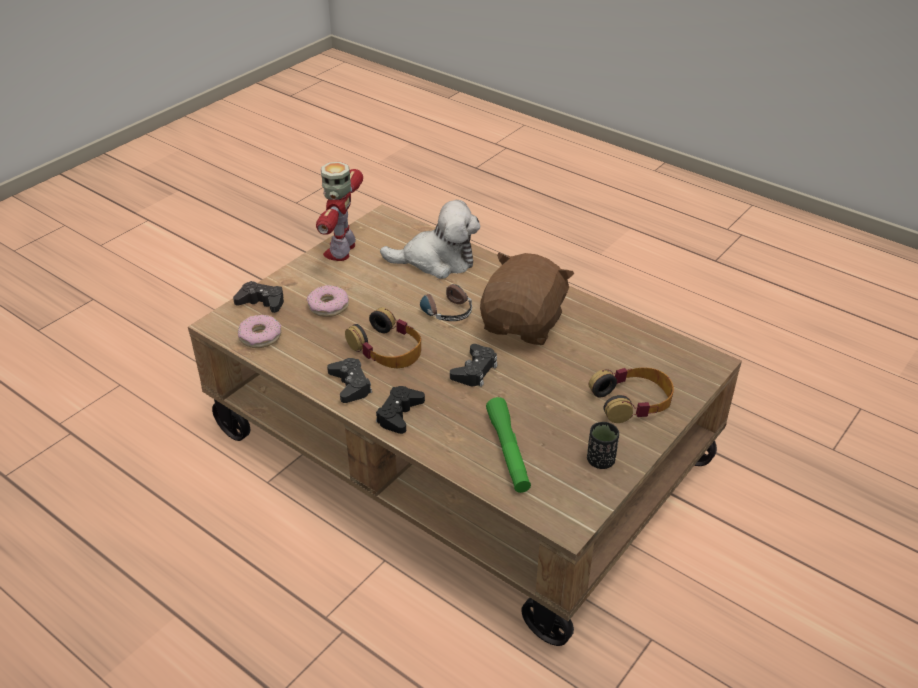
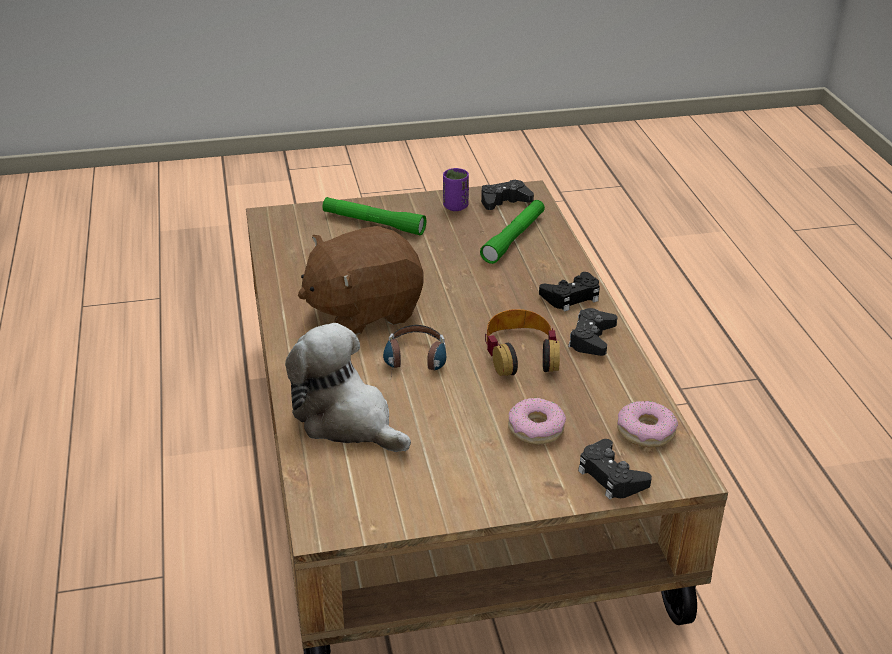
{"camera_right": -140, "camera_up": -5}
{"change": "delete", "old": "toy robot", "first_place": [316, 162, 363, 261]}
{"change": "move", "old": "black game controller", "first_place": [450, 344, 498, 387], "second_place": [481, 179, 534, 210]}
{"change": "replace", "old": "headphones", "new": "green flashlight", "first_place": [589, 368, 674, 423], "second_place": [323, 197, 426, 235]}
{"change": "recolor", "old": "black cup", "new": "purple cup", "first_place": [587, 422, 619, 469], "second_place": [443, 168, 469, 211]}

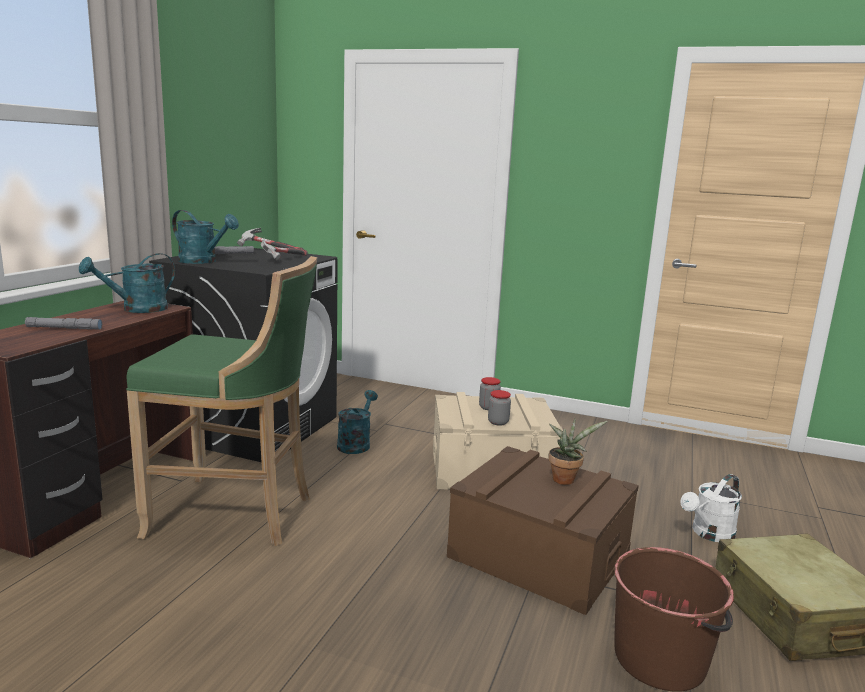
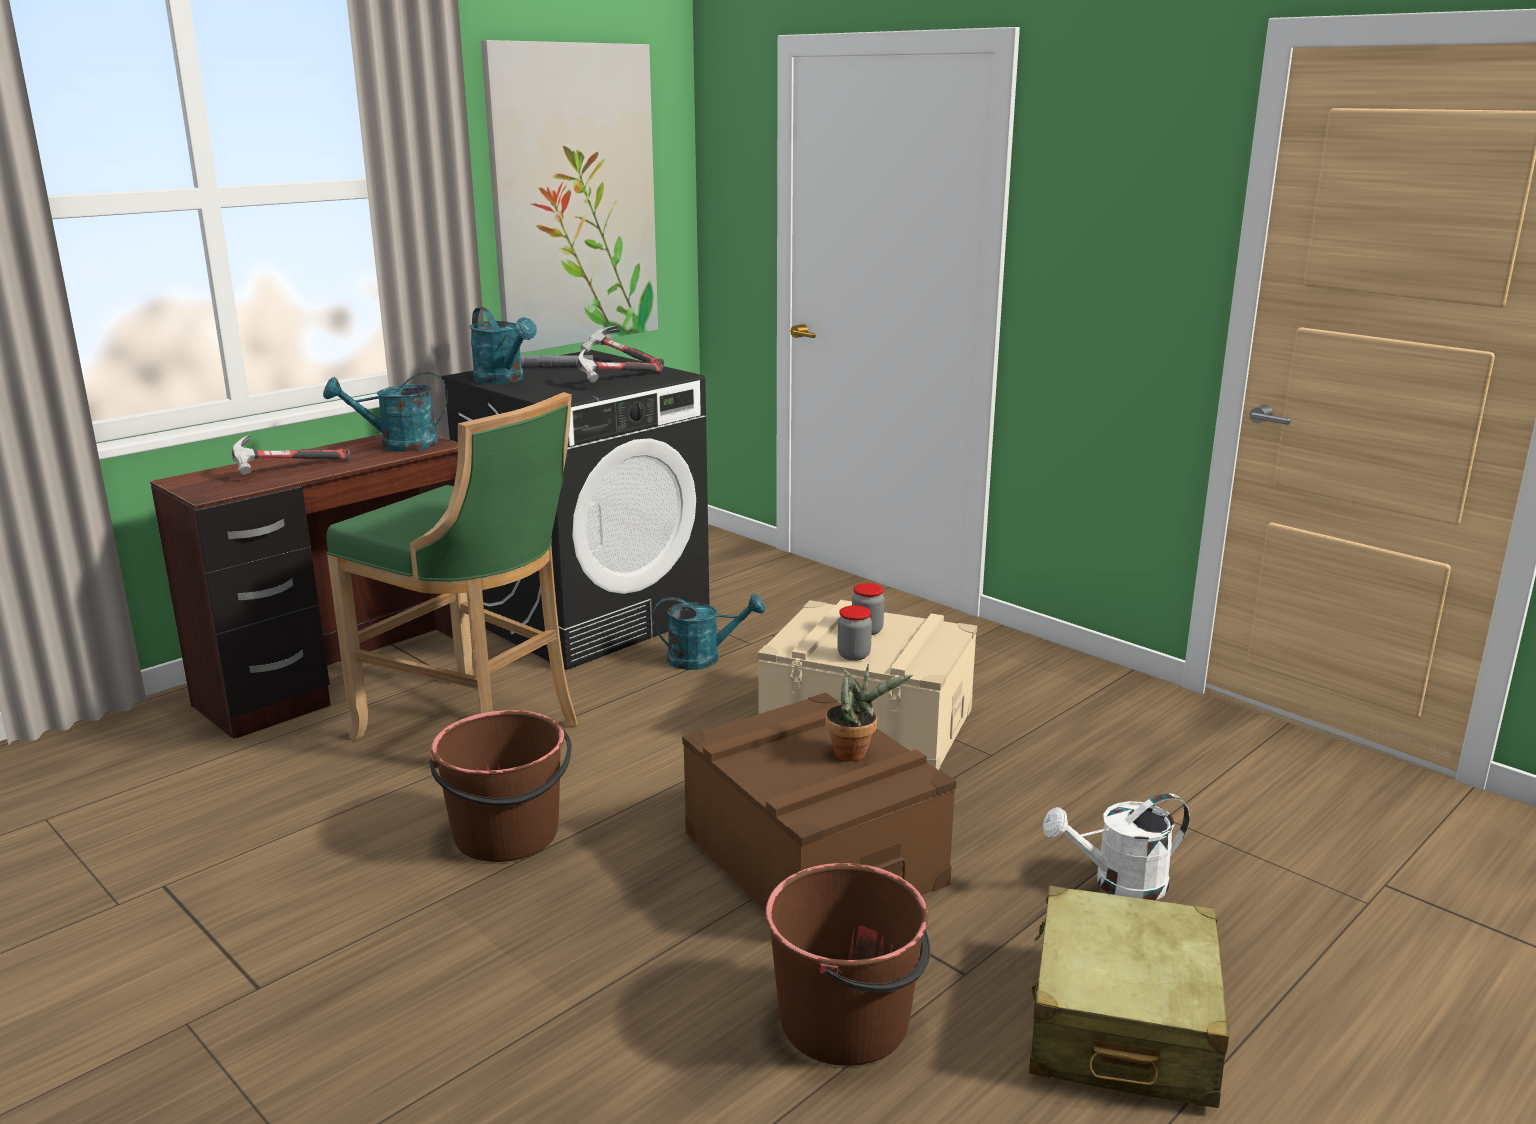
{"camera_right": 25, "camera_up": 5}
{"change": "insert", "new": "brown bucket", "second_place": [429, 710, 572, 862]}
{"change": "insert", "new": "picture", "second_place": [481, 40, 658, 353]}
{"change": "replace", "old": "grey flashlight", "new": "hammer", "first_place": [25, 317, 102, 330], "second_place": [232, 434, 351, 475]}
{"change": "rotate", "old": "turquoise watering can", "first_place": [337, 390, 378, 454], "second_place": [653, 594, 765, 670], "degrees": 45}

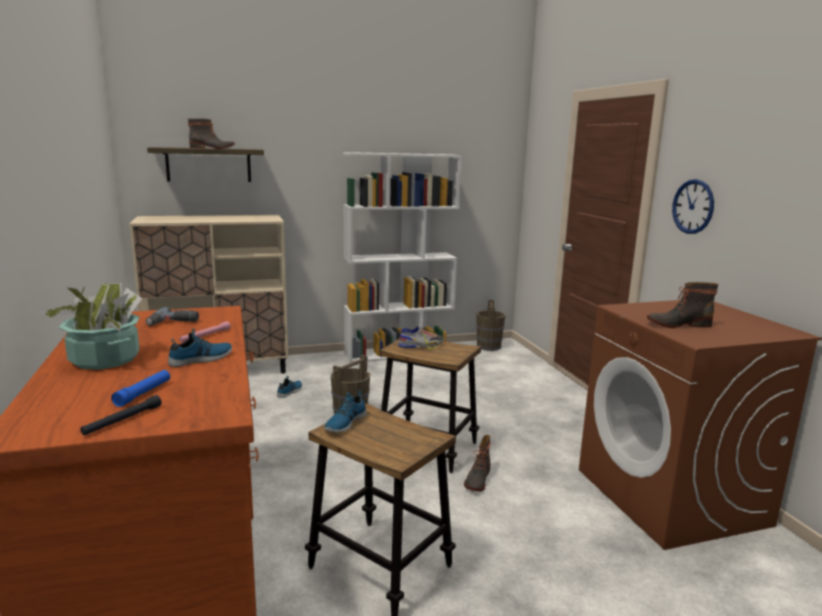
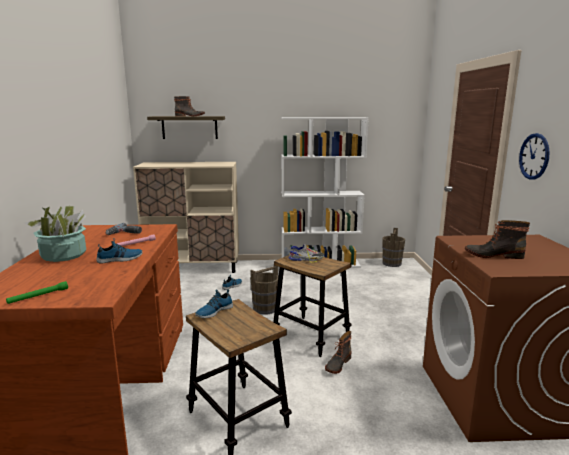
{"camera_right": 15, "camera_up": 0}
{"change": "delete", "old": "blue flashlight", "first_place": [111, 370, 170, 407]}
{"change": "recolor", "old": "black flashlight", "new": "green flashlight", "first_place": [80, 395, 162, 435], "second_place": [6, 281, 68, 304]}

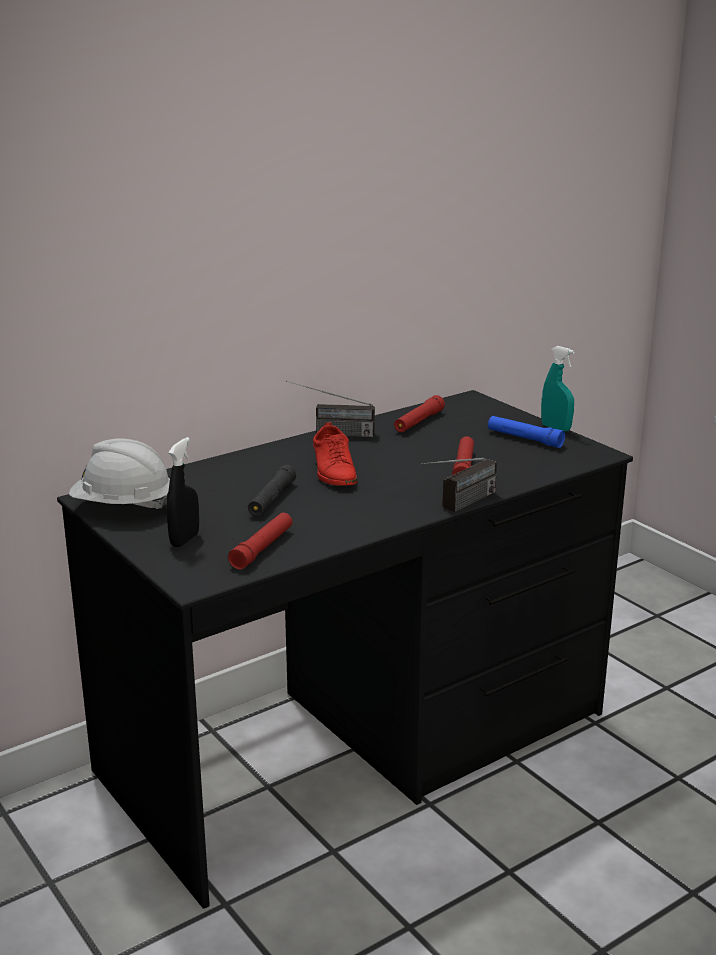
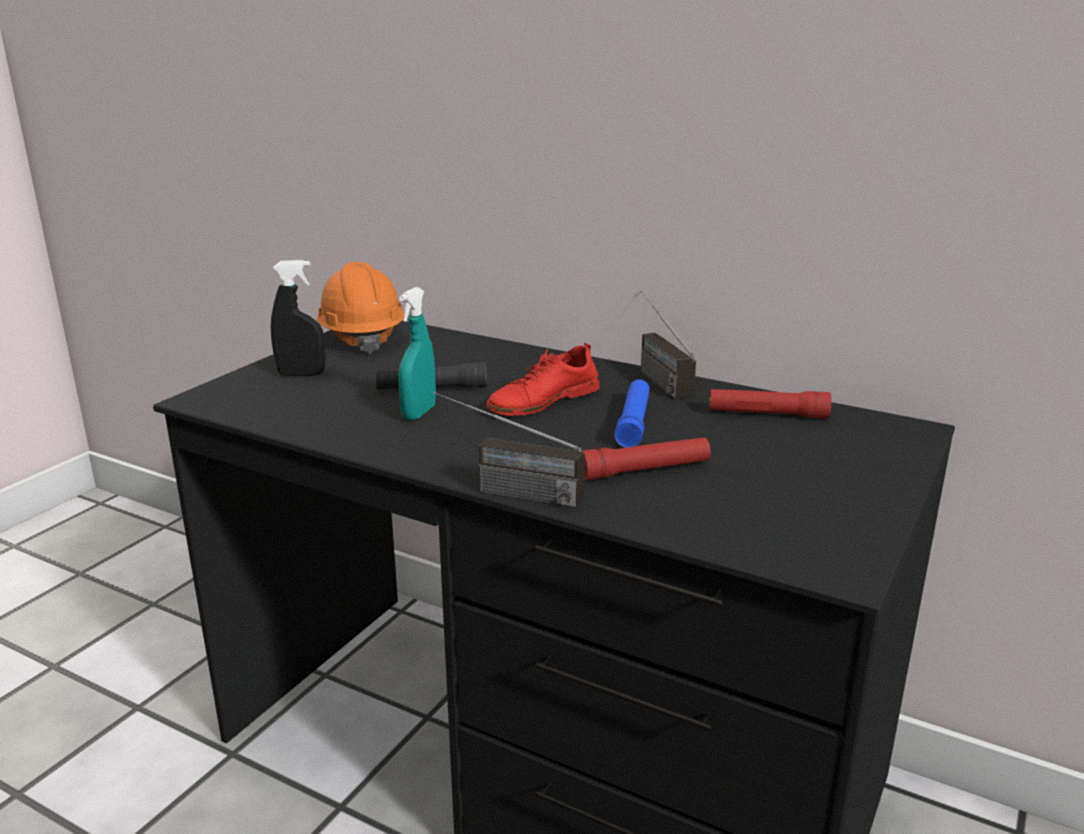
{"camera_right": 65, "camera_up": 0}
{"change": "delete", "old": "red flashlight", "first_place": [228, 513, 292, 570]}
{"change": "move", "old": "blue flashlight", "first_place": [488, 416, 565, 448], "second_place": [614, 379, 650, 448]}
{"change": "move", "old": "turquoise spray bottle", "first_place": [541, 346, 574, 432], "second_place": [398, 287, 436, 420]}
{"change": "recolor", "old": "white hard hat", "new": "orange hard hat", "first_place": [69, 438, 170, 509], "second_place": [317, 262, 404, 354]}

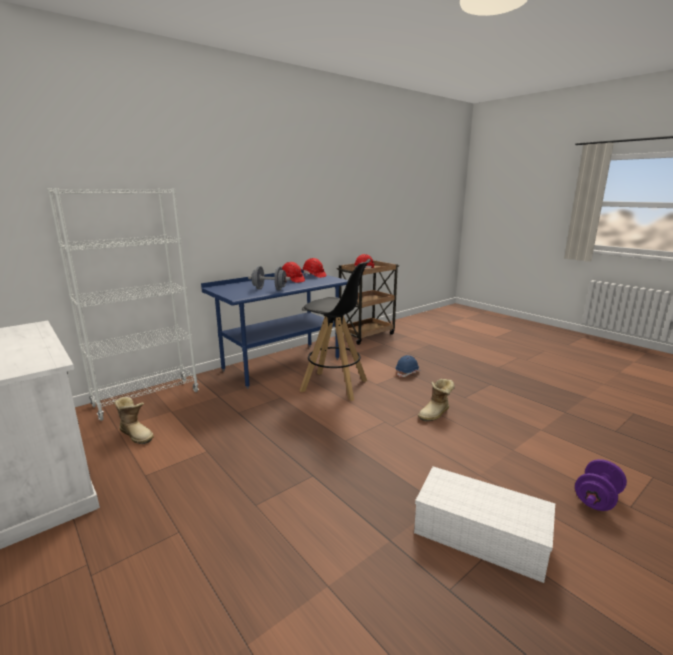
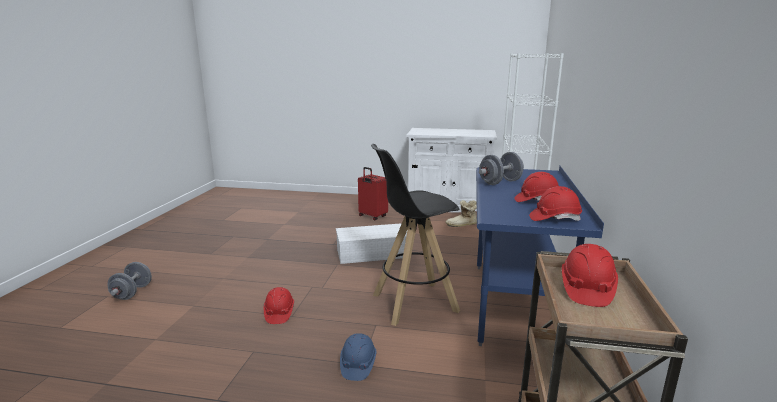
{"camera_right": 140, "camera_up": 0}
{"change": "insert", "new": "red suitcase", "second_place": [358, 167, 388, 220]}
{"change": "move", "old": "white storage box", "first_place": [414, 466, 555, 583], "second_place": [336, 223, 407, 264]}
{"change": "replace", "old": "boot", "new": "red hard hat", "first_place": [418, 379, 455, 422], "second_place": [264, 287, 294, 324]}
{"change": "recolor", "old": "purple dumbbell", "new": "grey dumbbell", "first_place": [575, 459, 627, 511], "second_place": [107, 262, 152, 300]}

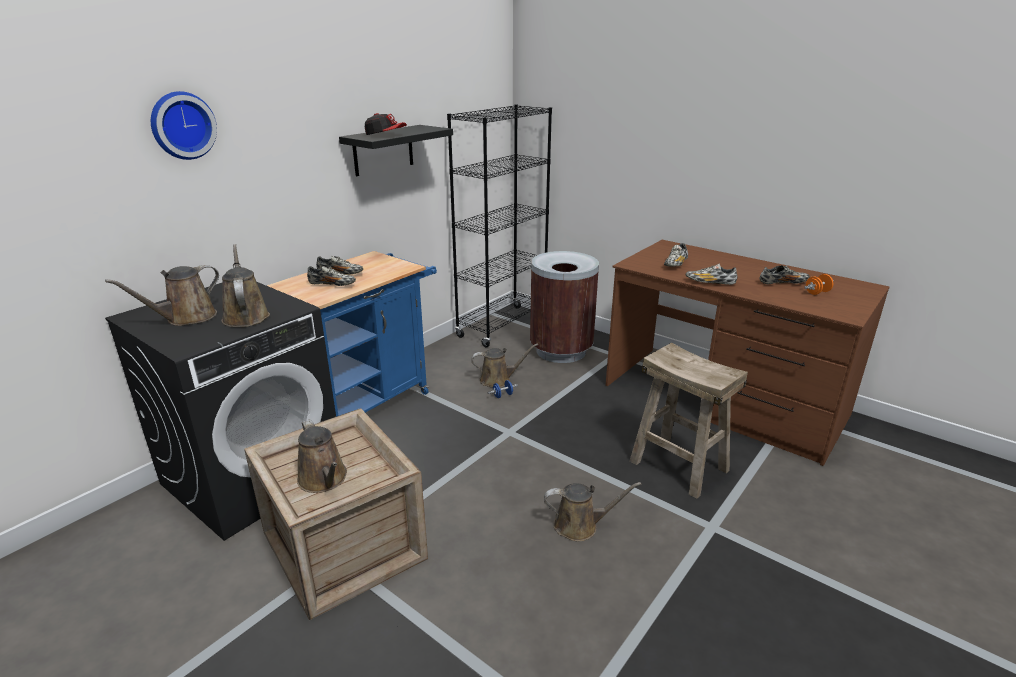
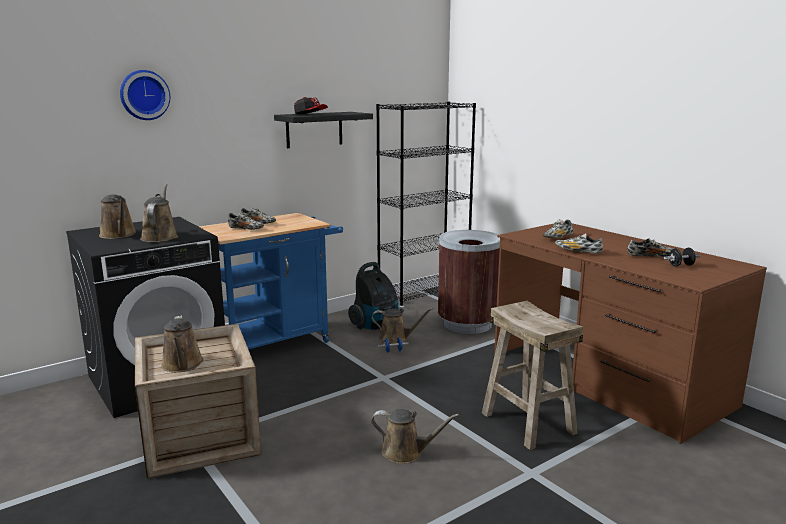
{"camera_right": 15, "camera_up": -10}
{"change": "insert", "new": "vacuum cleaner", "second_place": [348, 262, 398, 330]}
{"change": "recolor", "old": "orange dumbbell", "new": "black dumbbell", "first_place": [804, 274, 834, 295], "second_place": [664, 248, 700, 267]}
{"change": "rotate", "old": "brown watering can", "first_place": [105, 265, 219, 326], "second_place": [99, 194, 136, 239], "degrees": -90}

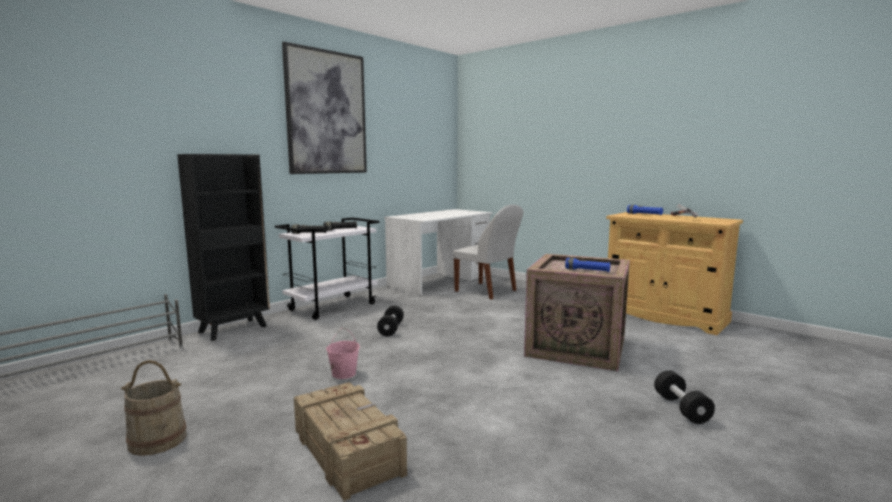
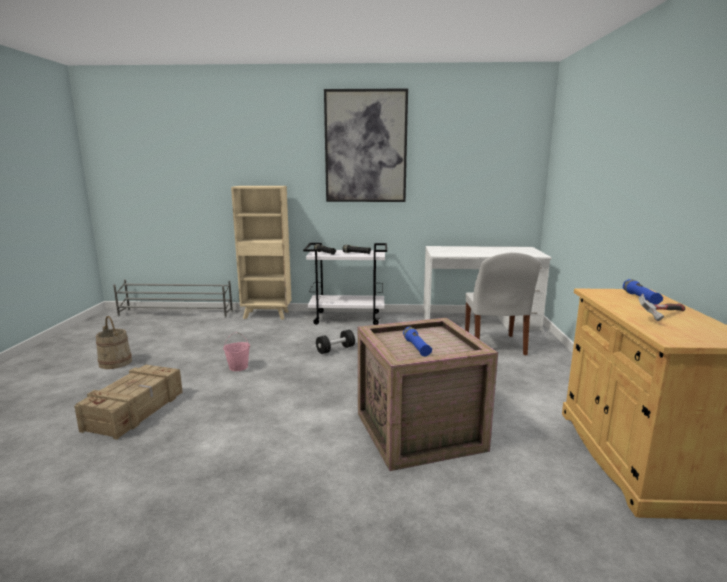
{"camera_right": 50, "camera_up": 5}
{"change": "delete", "old": "black dumbbell", "first_place": [654, 370, 715, 424]}
{"change": "recolor", "old": "black bookcase", "new": "beige bookcase", "first_place": [177, 154, 270, 341], "second_place": [231, 186, 292, 320]}

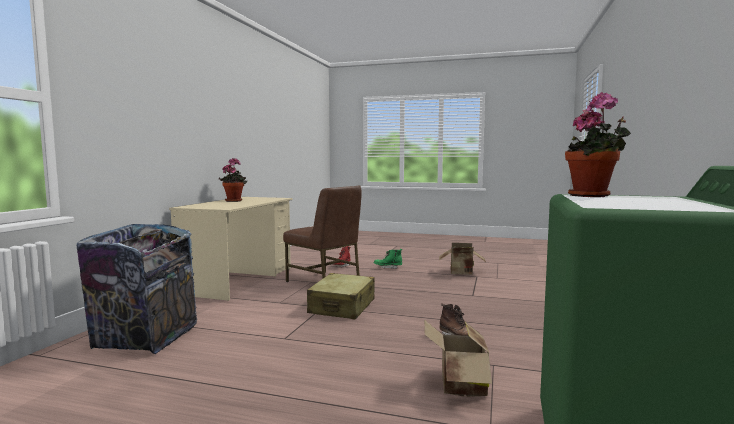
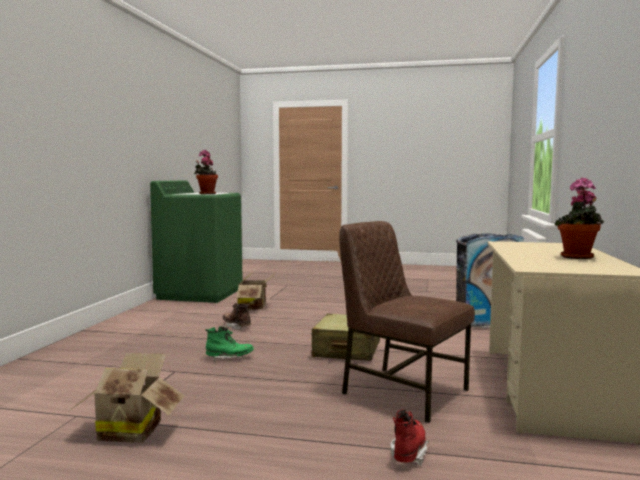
{"camera_right": 175, "camera_up": 0}
{"change": "move", "old": "green boot", "first_place": [374, 249, 402, 269], "second_place": [205, 326, 254, 362]}

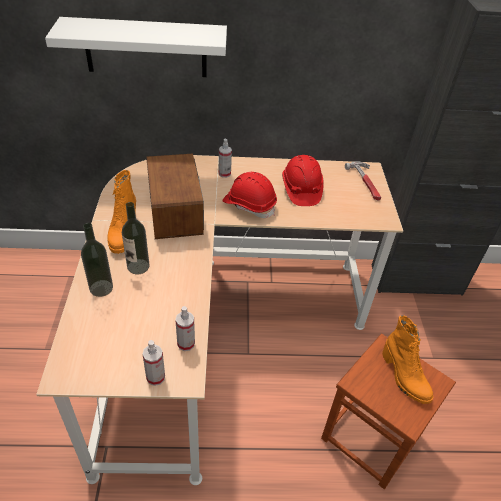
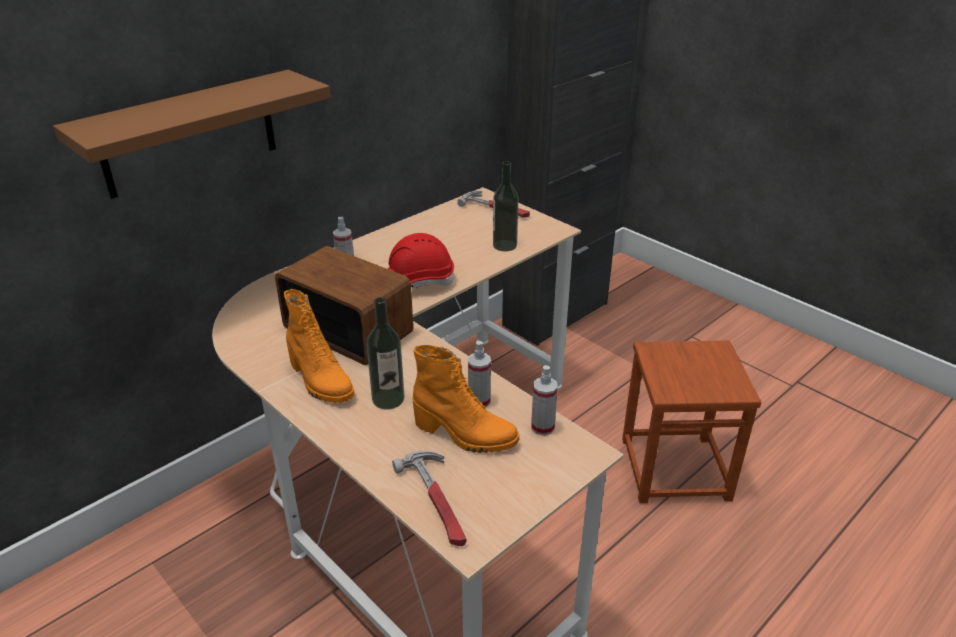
{"camera_right": -40, "camera_up": -10}
{"change": "delete", "old": "red hard hat", "first_place": [282, 155, 324, 206]}
{"change": "insert", "new": "hammer", "second_place": [392, 451, 466, 546]}
{"change": "move", "old": "bottle", "first_place": [81, 223, 113, 297], "second_place": [493, 161, 519, 252]}
{"change": "move", "old": "spray bottle", "first_place": [142, 340, 165, 386], "second_place": [468, 341, 491, 408]}
{"change": "move", "old": "orange boot", "first_place": [382, 315, 433, 404], "second_place": [412, 345, 519, 453]}
{"change": "recolor", "old": "white shelf", "new": "brown shelf", "first_place": [45, 17, 227, 77], "second_place": [53, 70, 331, 199]}

